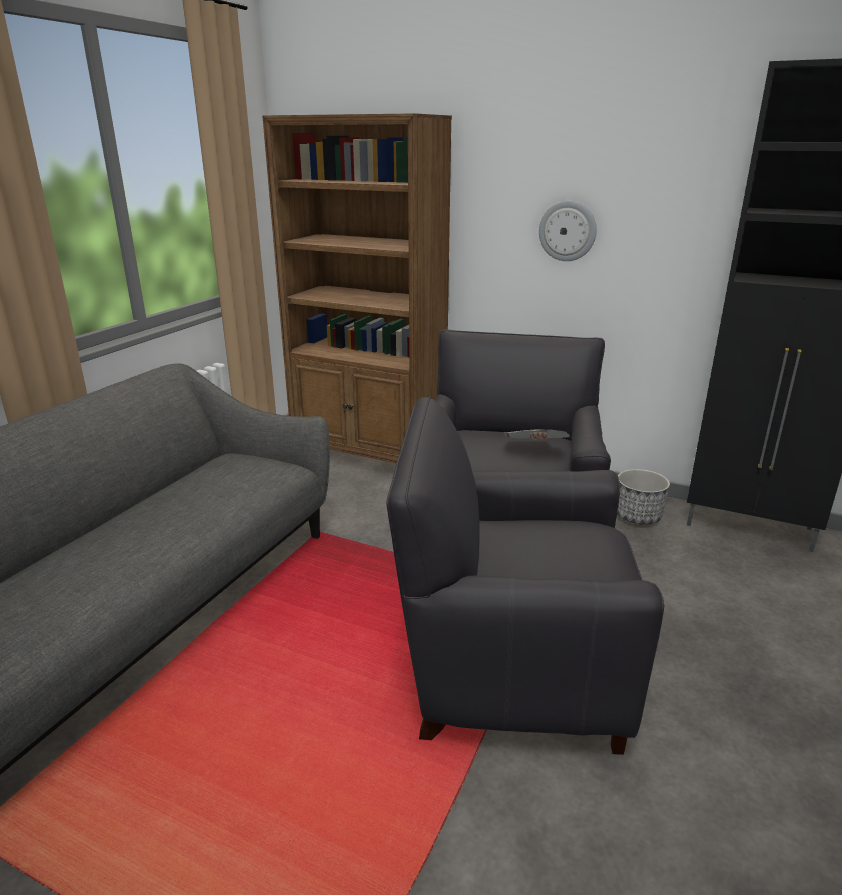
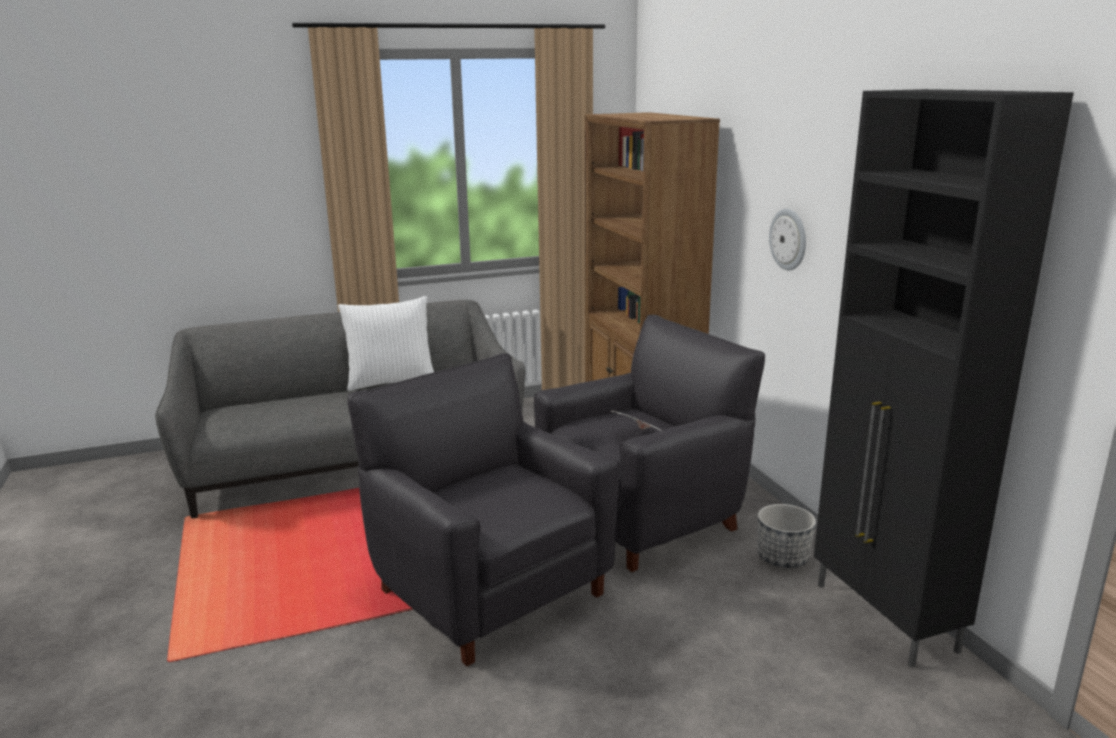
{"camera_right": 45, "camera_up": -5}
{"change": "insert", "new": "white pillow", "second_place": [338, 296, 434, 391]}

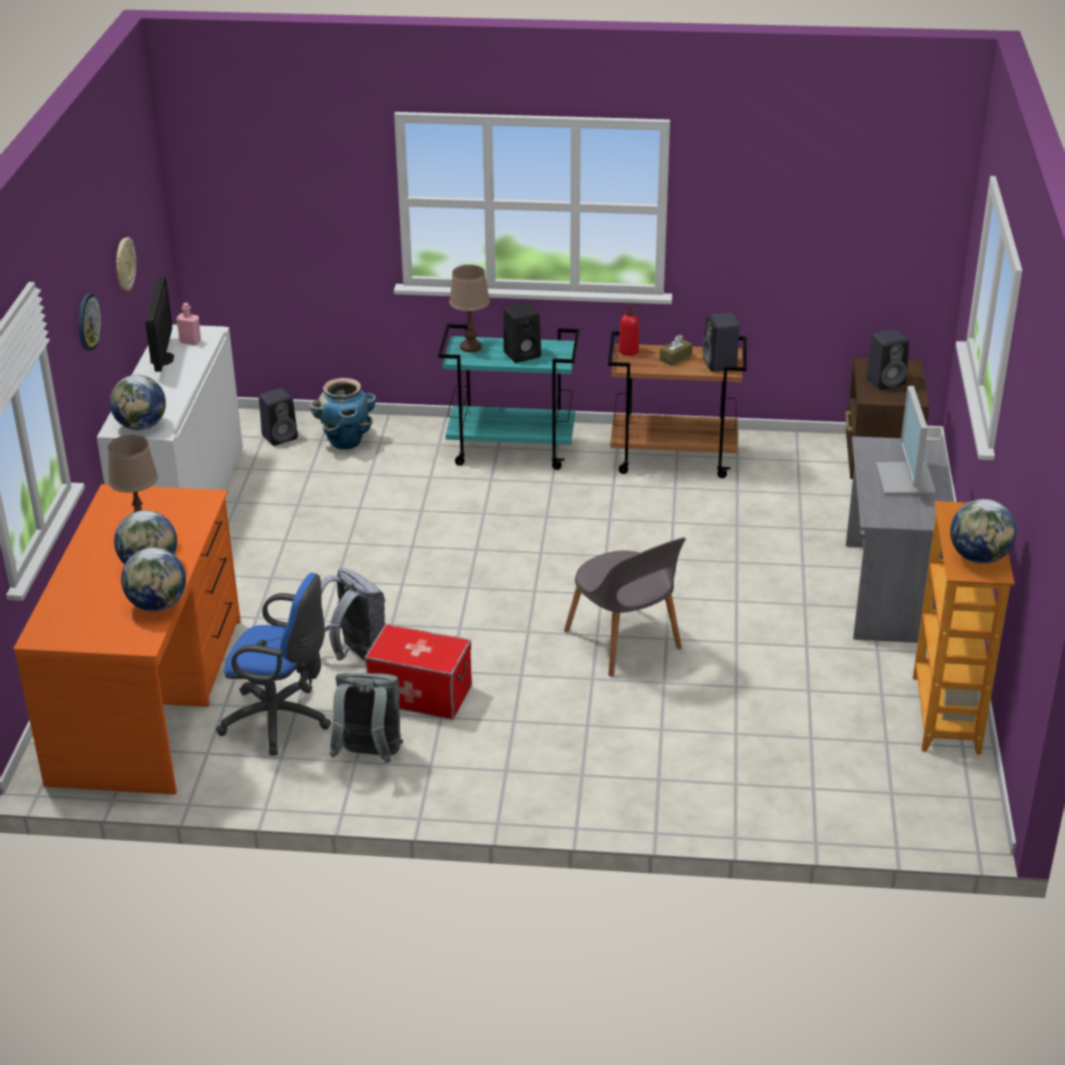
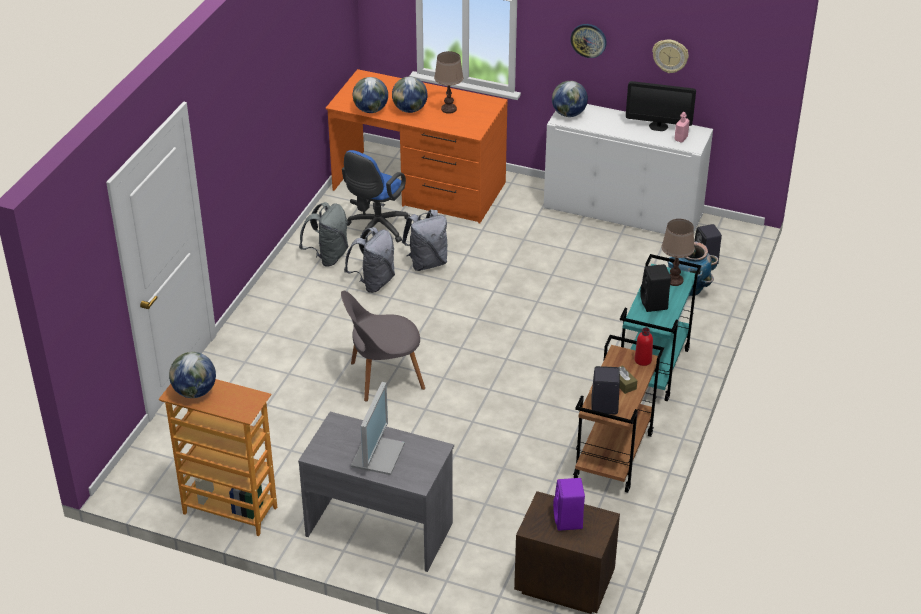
{"camera_right": 105, "camera_up": 5}
{"change": "replace", "old": "storage box", "new": "grey backpack", "first_place": [365, 624, 472, 720], "second_place": [344, 227, 395, 293]}
{"change": "recolor", "old": "black speaker", "new": "purple speaker", "first_place": [867, 329, 909, 390], "second_place": [553, 478, 585, 531]}
{"change": "rotate", "old": "monitor", "first_place": [876, 386, 936, 495], "second_place": [351, 382, 405, 475], "degrees": 90}

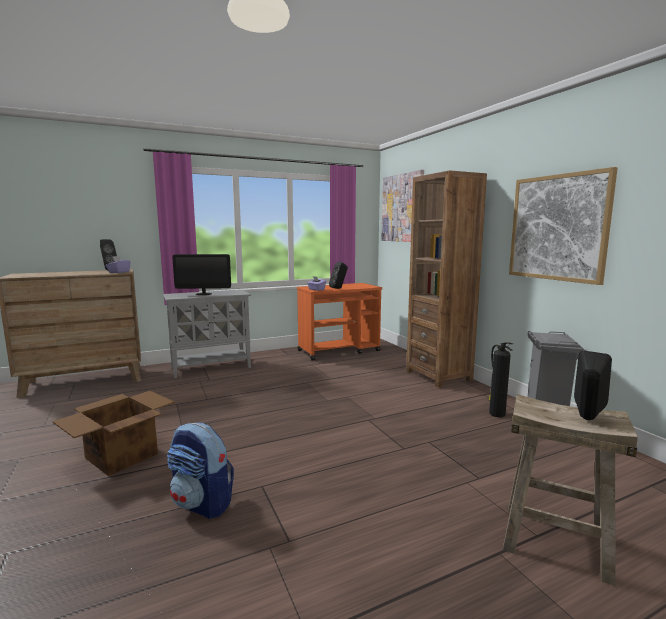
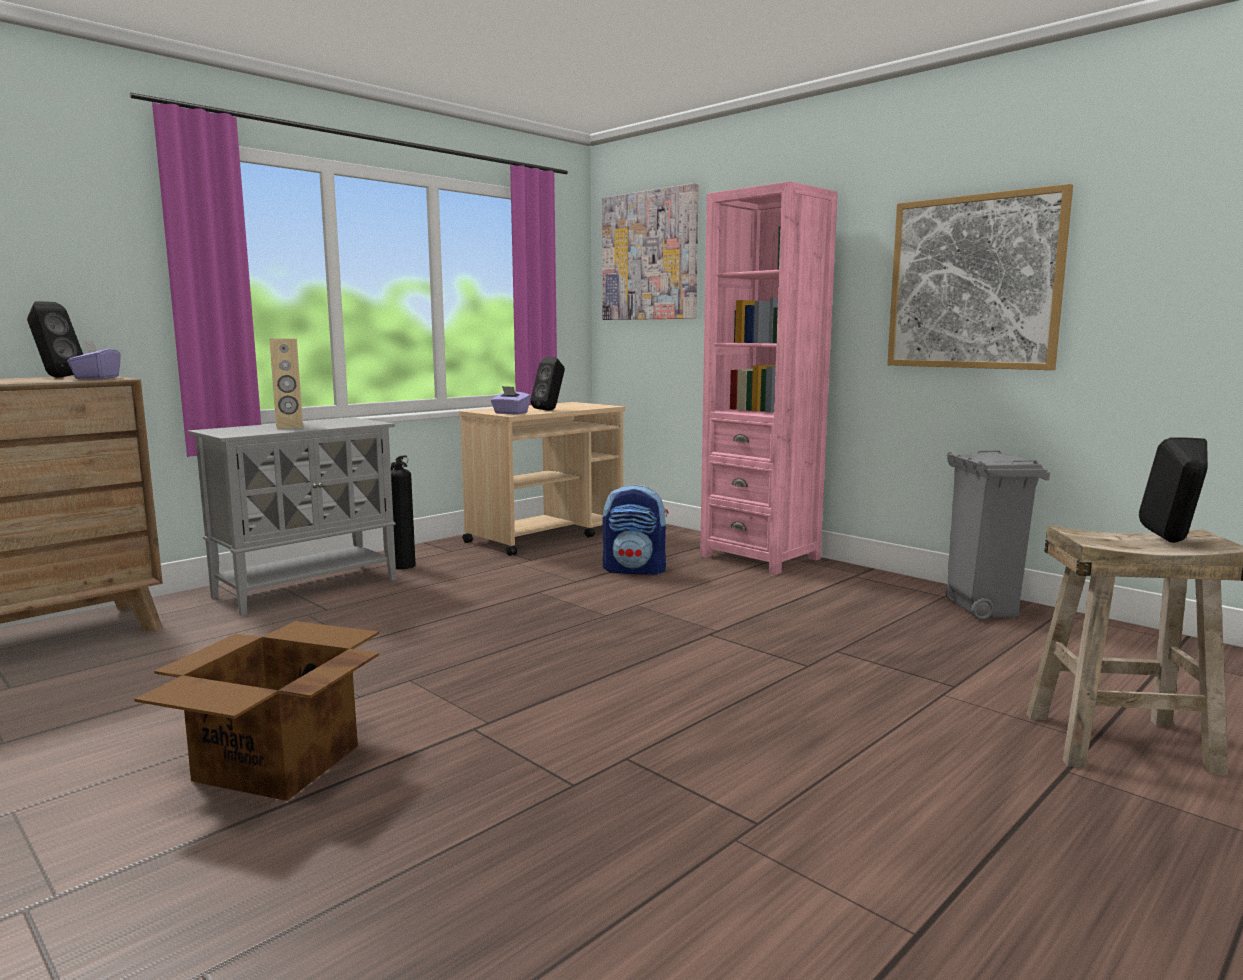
{"camera_right": -20, "camera_up": 0}
{"change": "move", "old": "backpack", "first_place": [167, 423, 234, 519], "second_place": [602, 485, 669, 575]}
{"change": "move", "old": "fire extinguisher", "first_place": [488, 342, 513, 417], "second_place": [391, 455, 416, 569]}
{"change": "replace", "old": "monitor", "new": "beige speaker", "first_place": [172, 254, 231, 295], "second_place": [269, 338, 303, 429]}
{"change": "recolor", "old": "orange cart", "new": "beige cart", "first_place": [297, 283, 382, 360], "second_place": [459, 402, 625, 556]}
{"change": "recolor", "old": "brown bookcase", "new": "pink bookcase", "first_place": [406, 170, 487, 388], "second_place": [700, 181, 838, 575]}

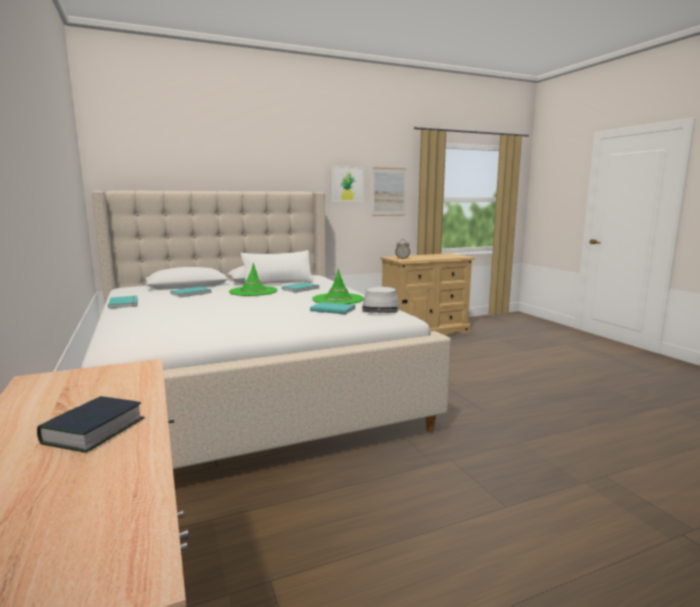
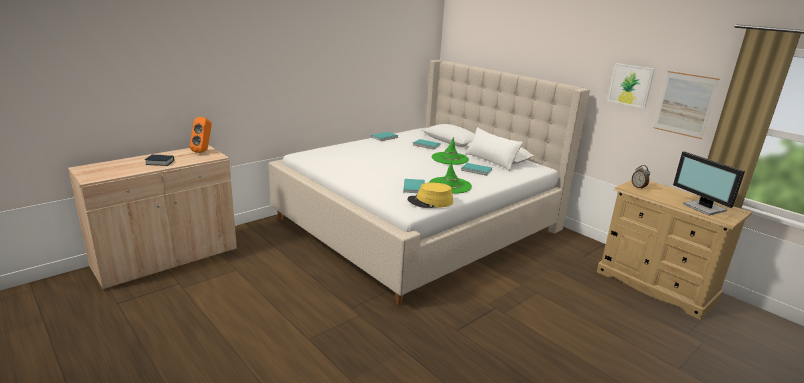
{"camera_right": 70, "camera_up": 10}
{"change": "insert", "new": "orange speaker", "second_place": [190, 117, 212, 153]}
{"change": "insert", "new": "monitor", "second_place": [673, 151, 745, 216]}
{"change": "recolor", "old": "grey hat", "new": "yellow hat", "first_place": [362, 287, 399, 313], "second_place": [407, 183, 453, 208]}

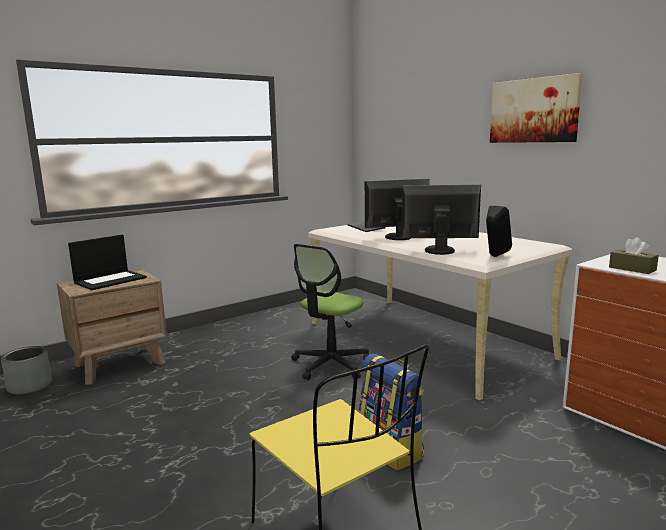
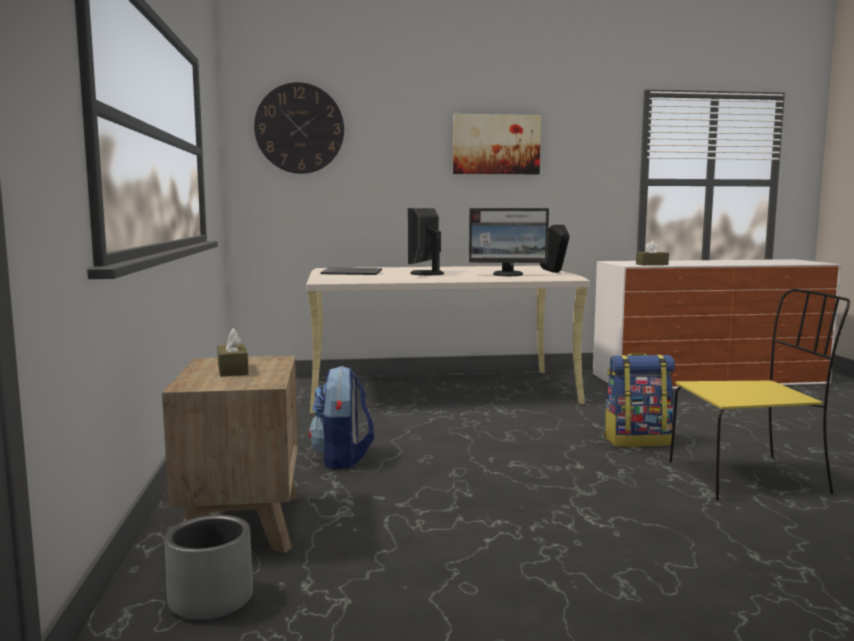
{"camera_right": -60, "camera_up": -5}
{"change": "delete", "old": "office chair", "first_place": [291, 244, 369, 380]}
{"change": "insert", "new": "wall clock", "second_place": [254, 82, 344, 174]}
{"change": "insert", "new": "backpack", "second_place": [309, 366, 374, 469]}
{"change": "replace", "old": "laptop", "new": "brown tissue box", "first_place": [68, 235, 147, 290], "second_place": [217, 328, 248, 377]}
{"change": "rotate", "old": "monitor", "first_place": [402, 185, 481, 255], "second_place": [469, 208, 549, 276], "degrees": -120}

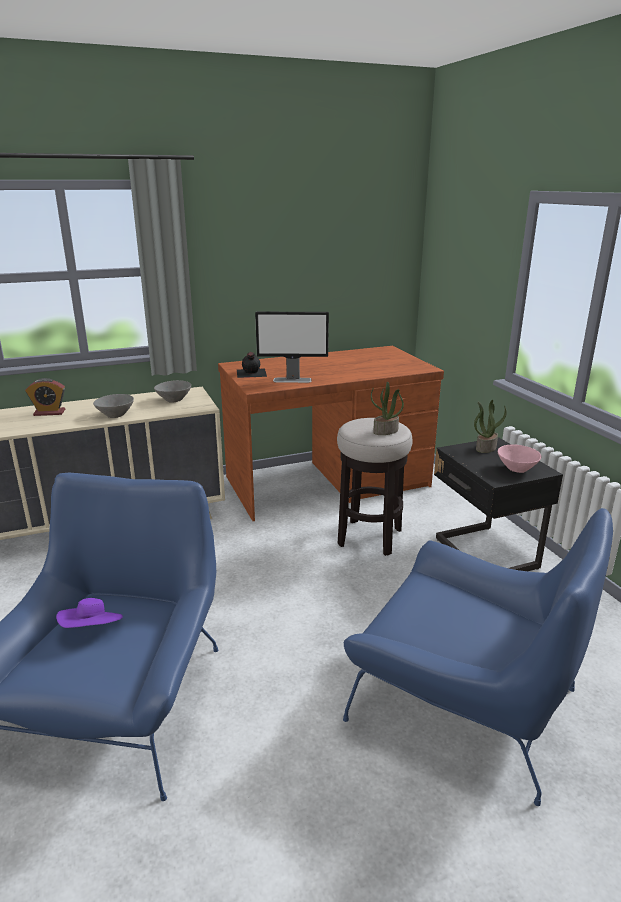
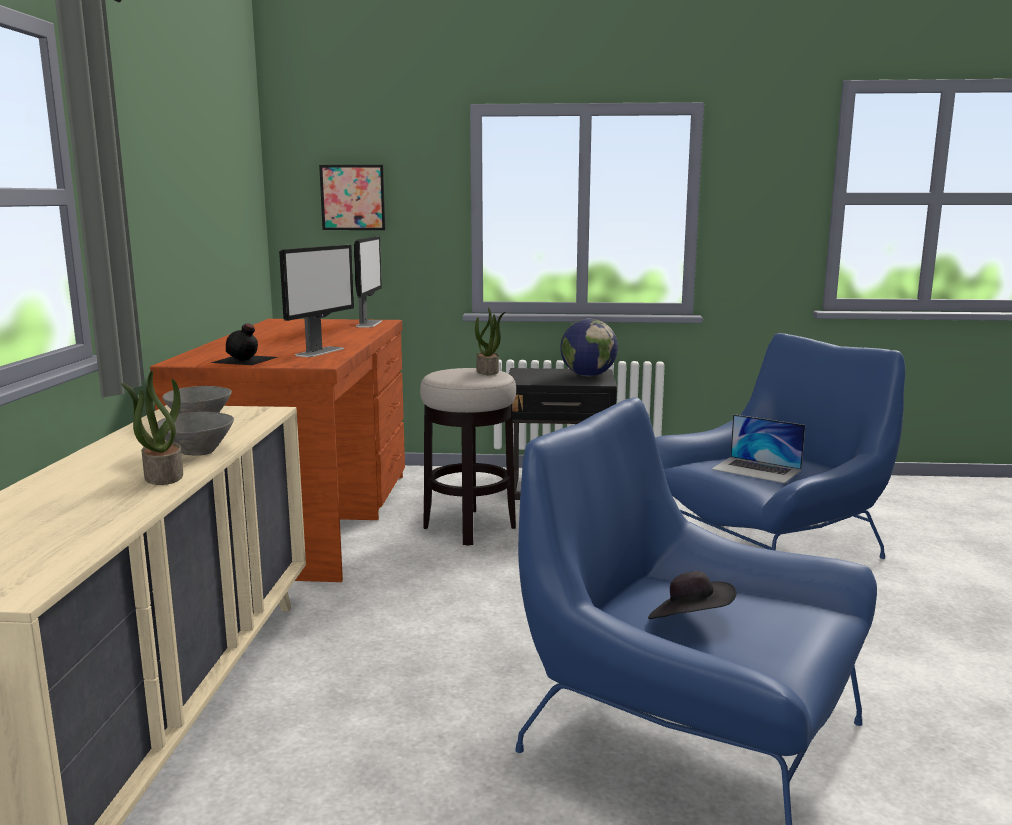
{"camera_right": -65, "camera_up": -10}
{"change": "delete", "old": "alarm clock", "first_place": [25, 378, 65, 416]}
{"change": "insert", "new": "picture", "second_place": [319, 165, 385, 230]}
{"change": "insert", "new": "monitor", "second_place": [354, 236, 382, 328]}
{"change": "insert", "new": "laptop", "second_place": [712, 414, 805, 483]}
{"change": "move", "old": "potted plant", "first_place": [474, 400, 506, 453], "second_place": [121, 371, 183, 485]}
{"change": "replace", "old": "pink bowl", "new": "globe", "first_place": [498, 444, 541, 473], "second_place": [560, 319, 618, 376]}
{"change": "recolor", "old": "purple hat", "new": "black hat", "first_place": [56, 598, 123, 628], "second_place": [648, 571, 737, 619]}

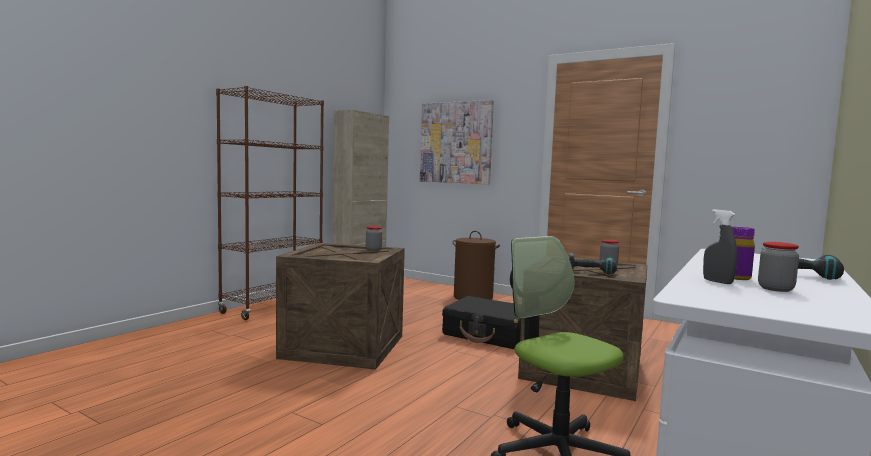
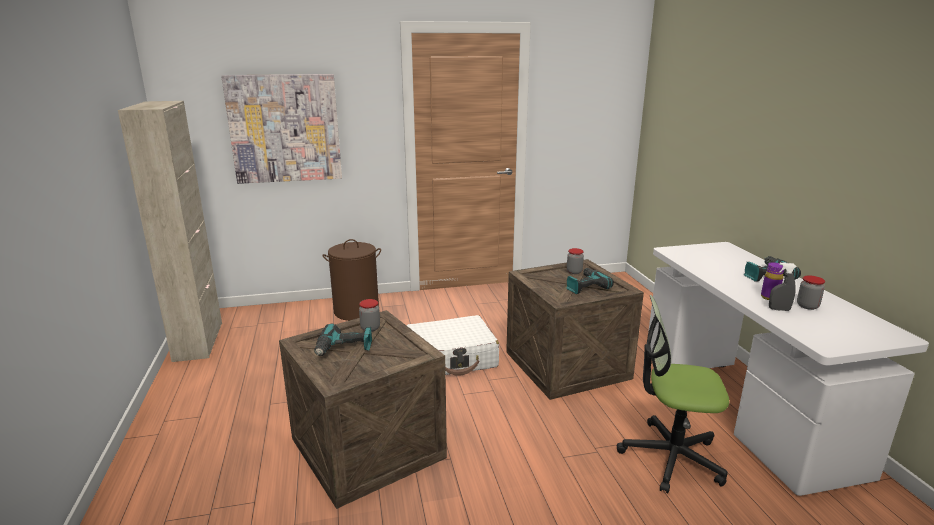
{"camera_right": -45, "camera_up": 15}
{"change": "delete", "old": "brown bookcase", "first_place": [216, 86, 324, 320]}
{"change": "insert", "new": "power drill", "second_place": [314, 323, 372, 356]}
{"change": "recolor", "old": "black suitcase", "new": "white suitcase", "first_place": [442, 296, 521, 349], "second_place": [407, 315, 499, 376]}

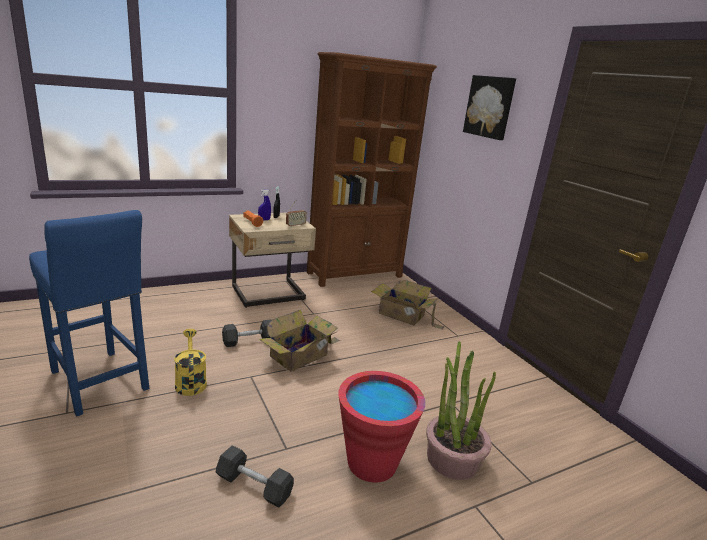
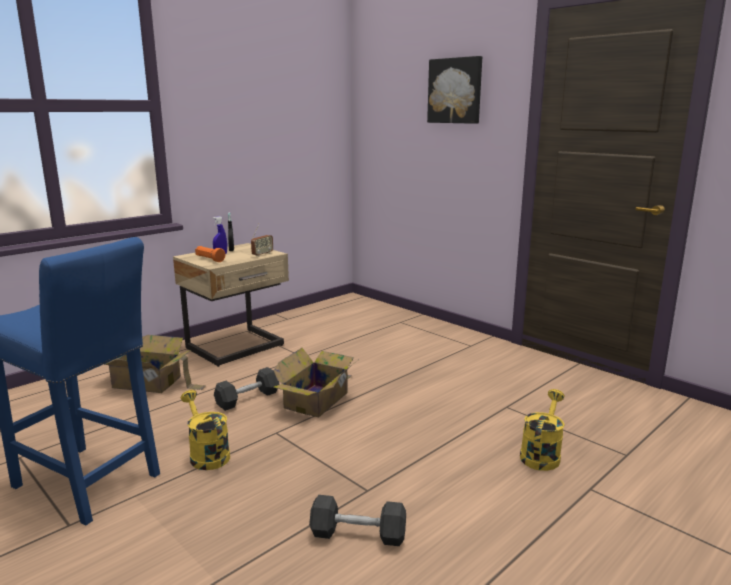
{"camera_right": -15, "camera_up": -5}
{"change": "delete", "old": "brown bookcase", "first_place": [307, 52, 437, 287]}
{"change": "delete", "old": "red bucket", "first_place": [339, 371, 425, 483]}
{"change": "move", "old": "cardboard box", "first_place": [371, 280, 444, 330], "second_place": [104, 335, 206, 393]}
{"change": "replace", "old": "potted plant", "new": "yellow watering can", "first_place": [426, 341, 496, 480], "second_place": [520, 389, 565, 471]}

